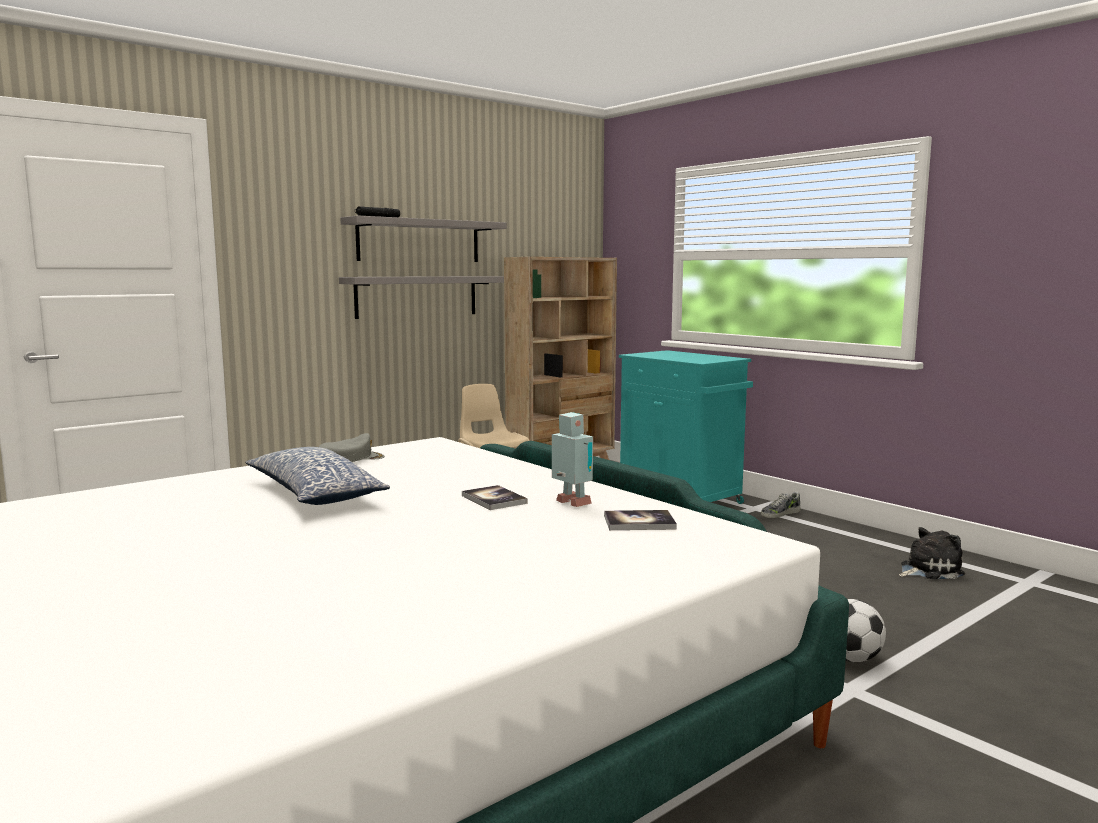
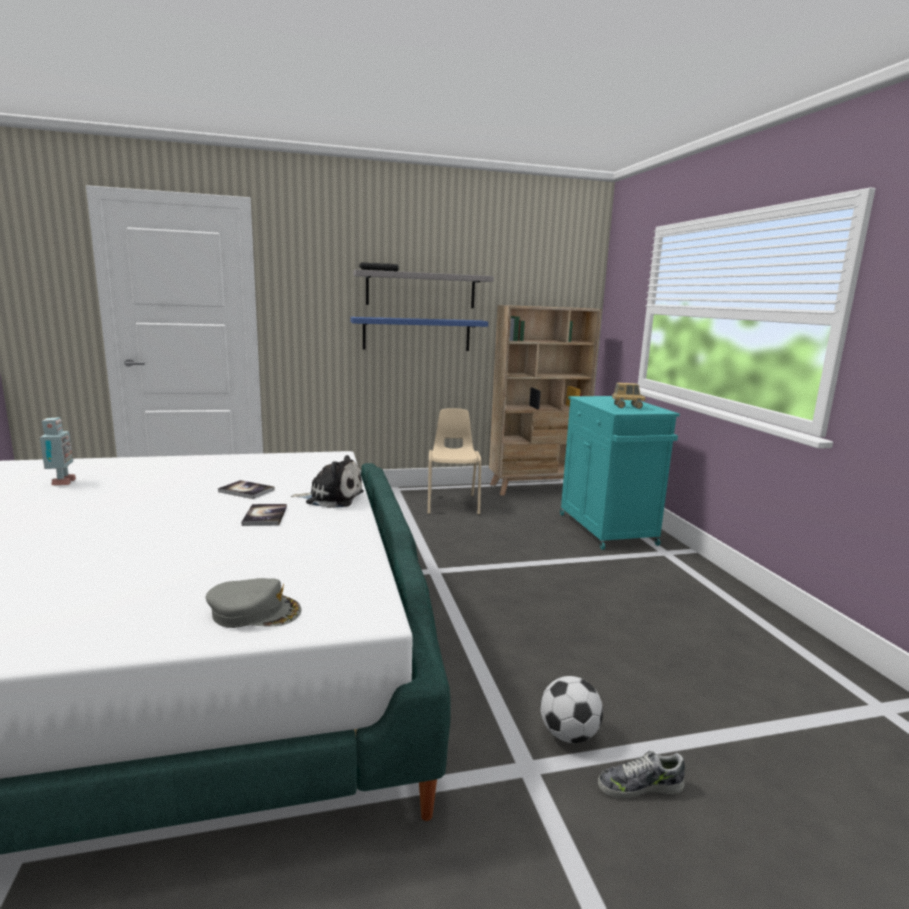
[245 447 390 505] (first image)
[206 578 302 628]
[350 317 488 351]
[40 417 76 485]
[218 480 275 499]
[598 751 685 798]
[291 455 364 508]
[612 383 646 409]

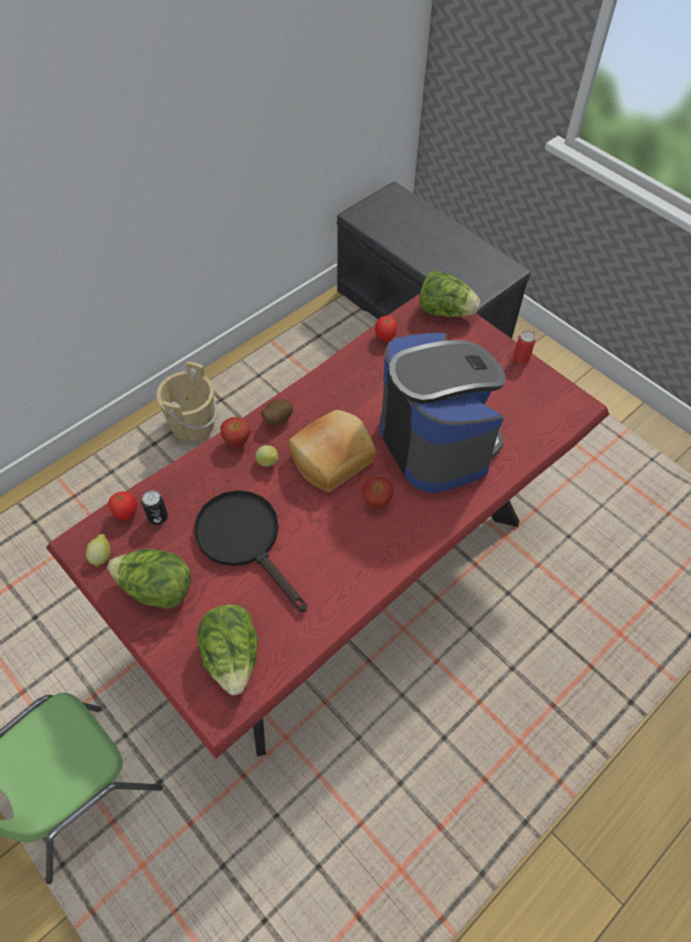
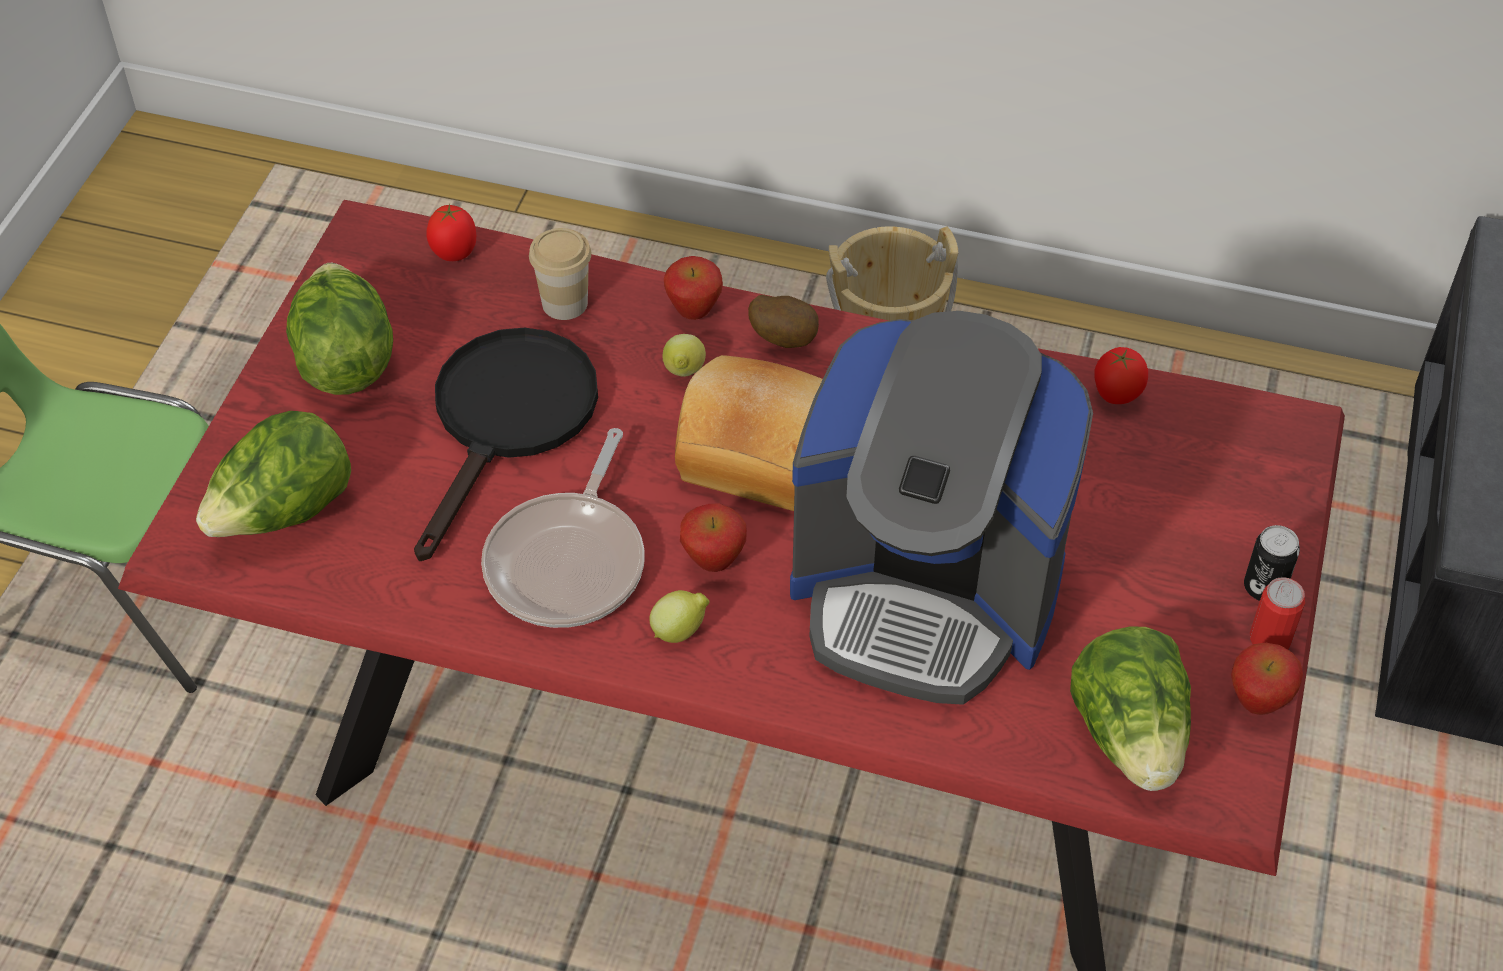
[649 590 710 643]
[1244 525 1300 601]
[790 311 1093 705]
[1070 627 1191 791]
[481 428 645 628]
[529 228 591 320]
[1231 643 1303 715]

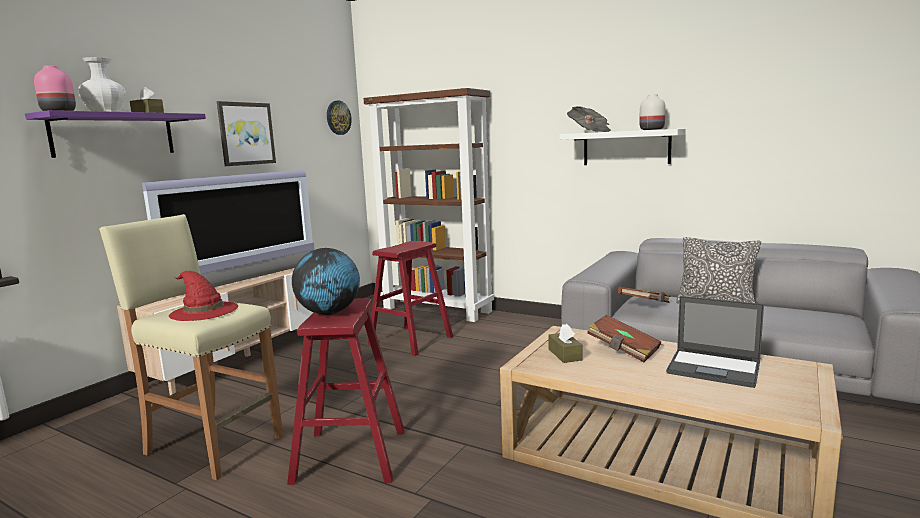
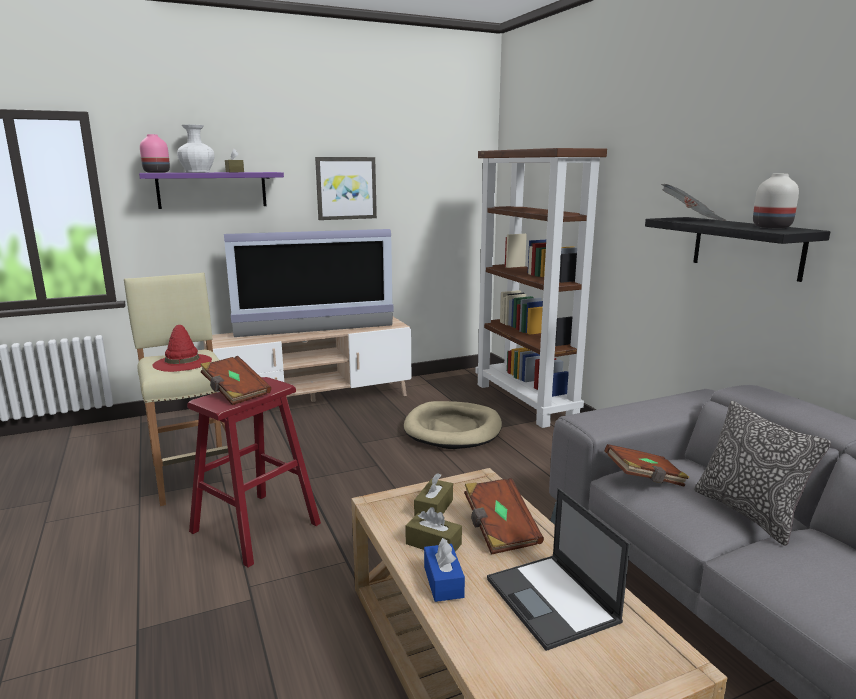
[200 356 271 405]
[327 101 352 135] (first image)
[404 401 502 449]
[645 217 830 282]
[405 507 462 552]
[424 538 465 602]

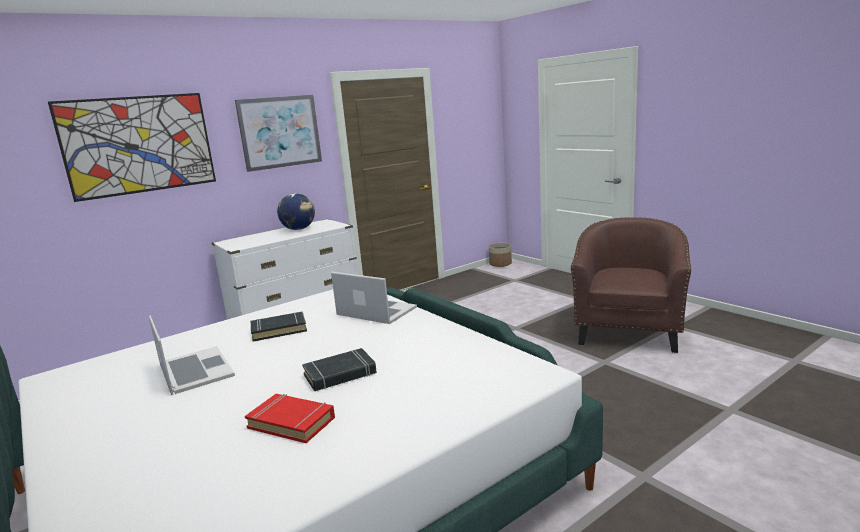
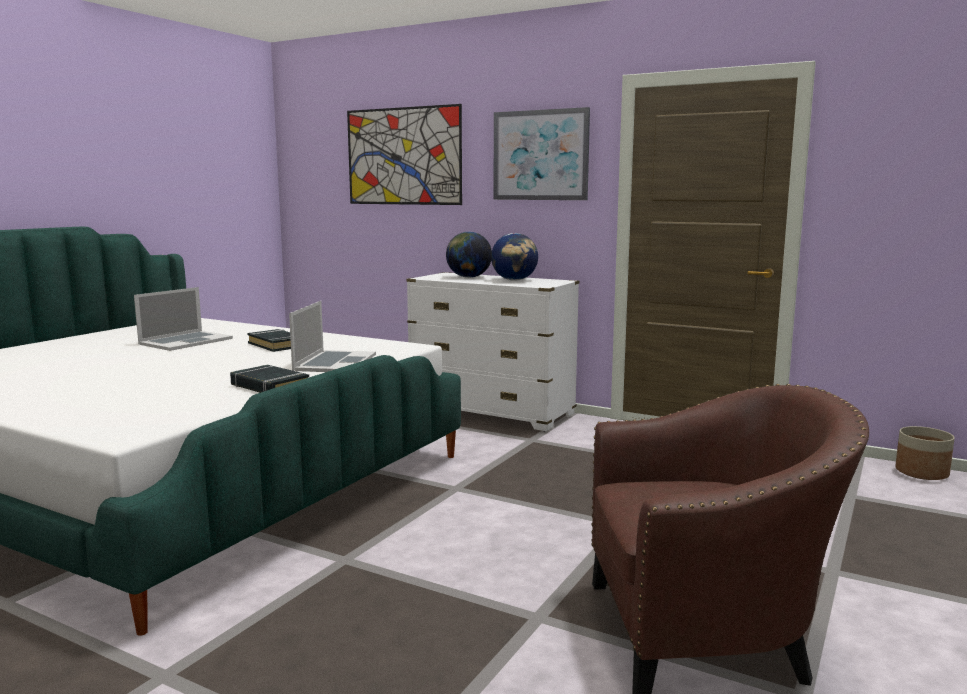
[245 394 335 443] (first image)
[230 365 309 393]
[446 232 492 278]

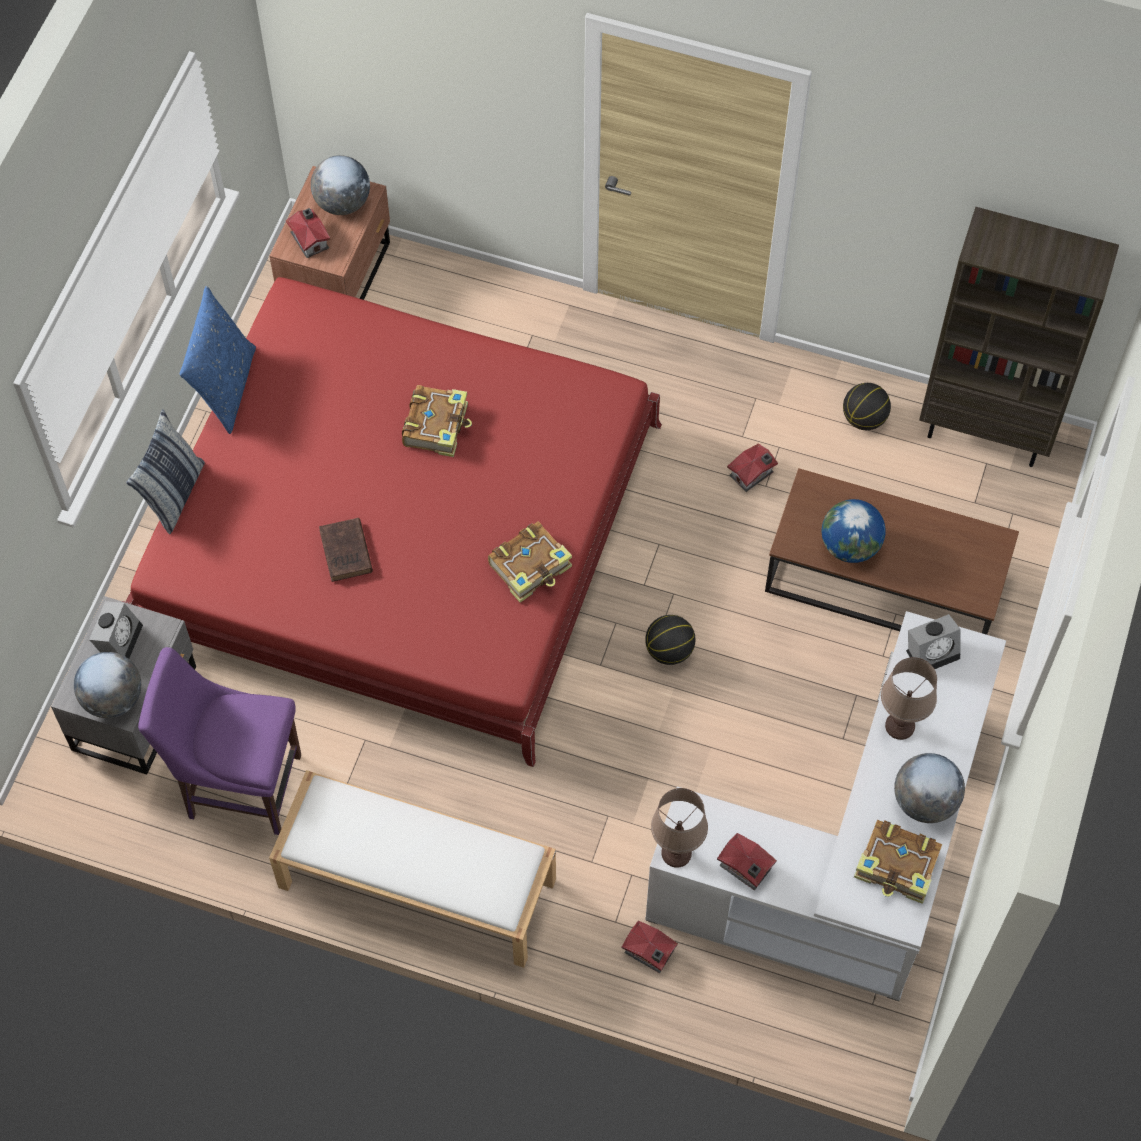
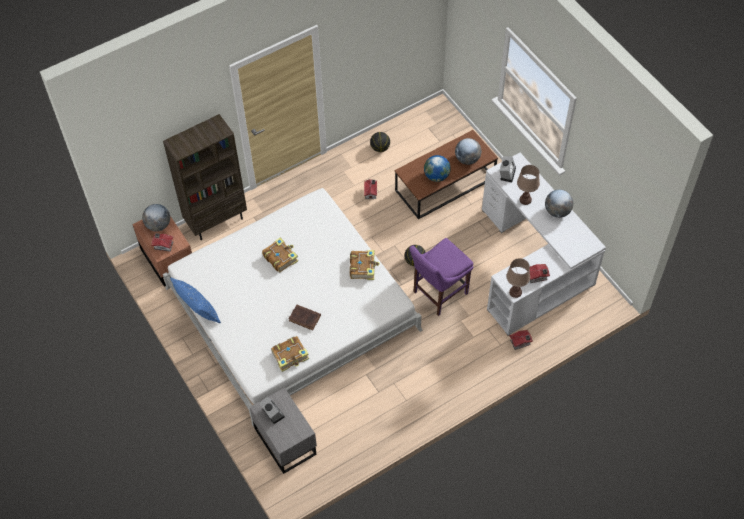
[455 138 481 165]
[163 188 423 427]
[126 409 205 534] (first image)
[409 238 473 316]
[269 770 556 968] (first image)
[271 336 309 372]
[163 114 247 240]

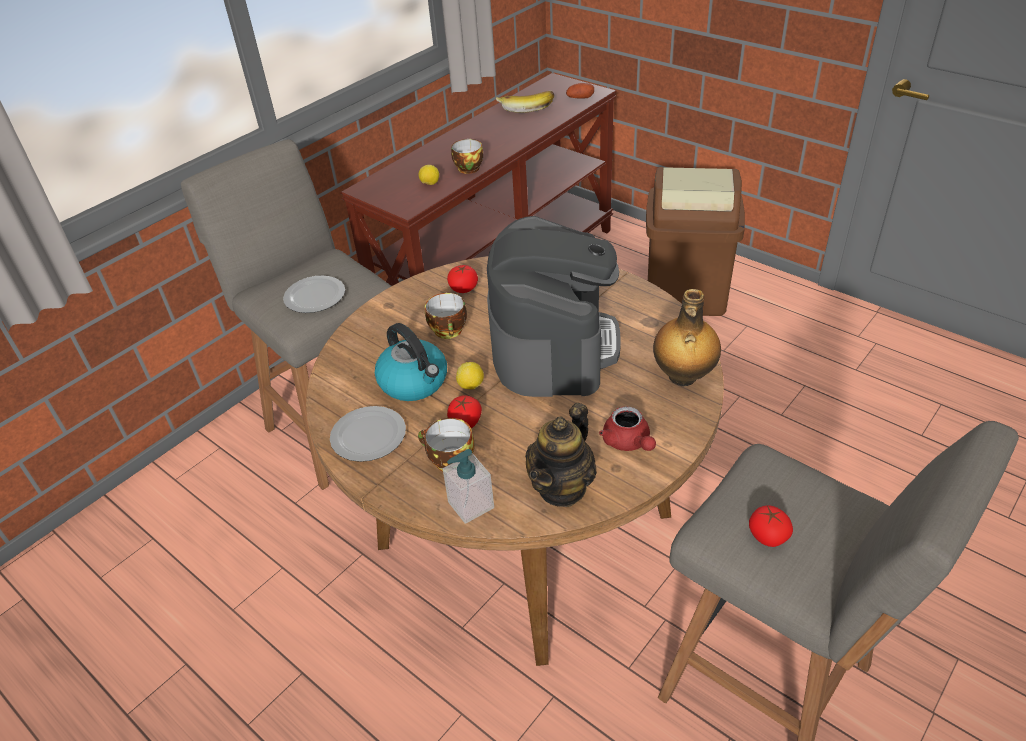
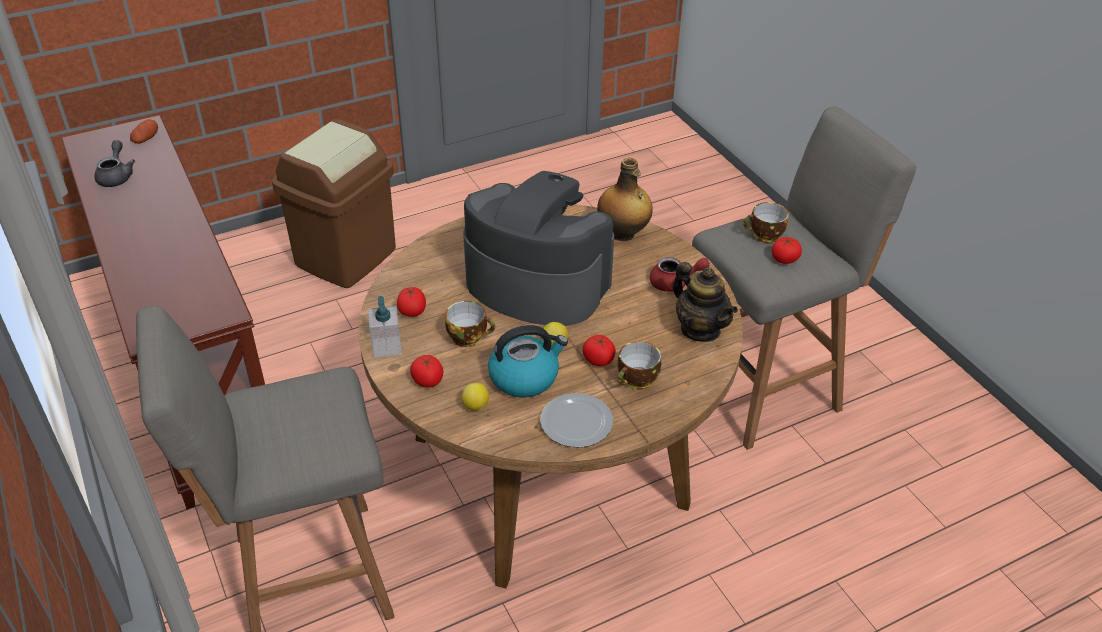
[283 275 345 313] (first image)
[461 383 489 411]
[368 296 402 358]
[743 202 789 243]
[94 140 135 187]
[410 355 443 388]

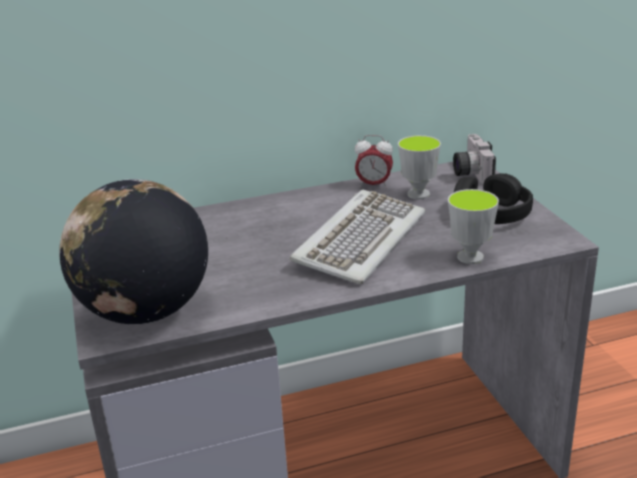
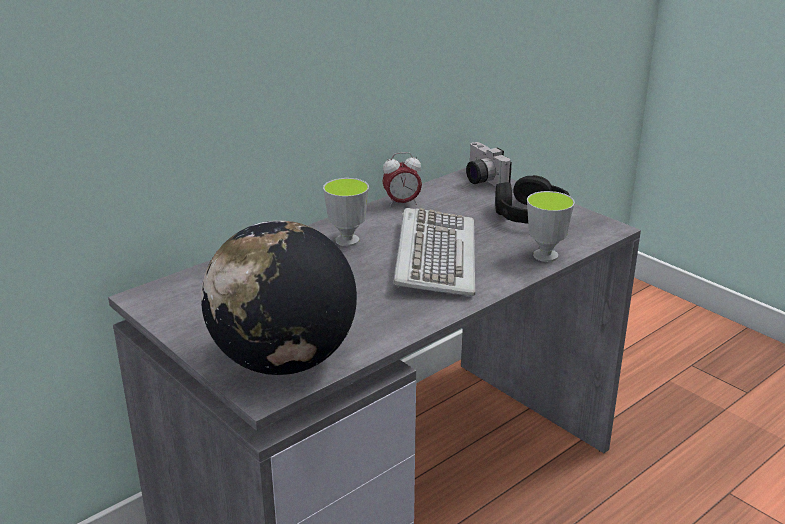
[323 178 369 246]

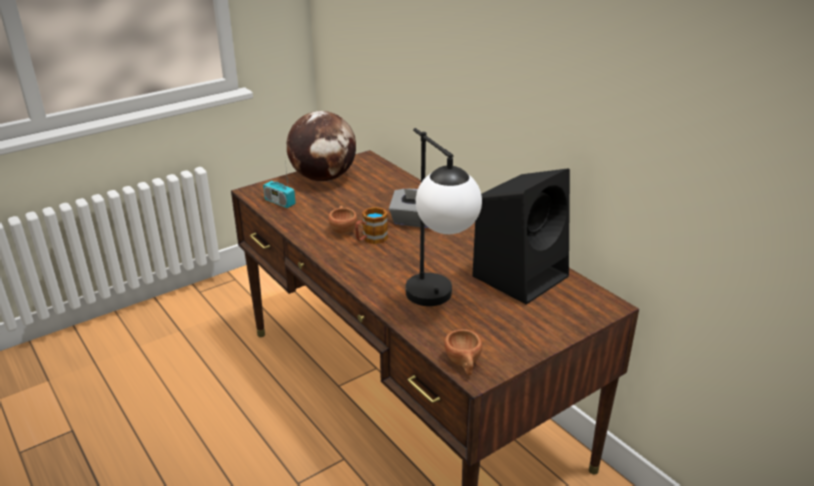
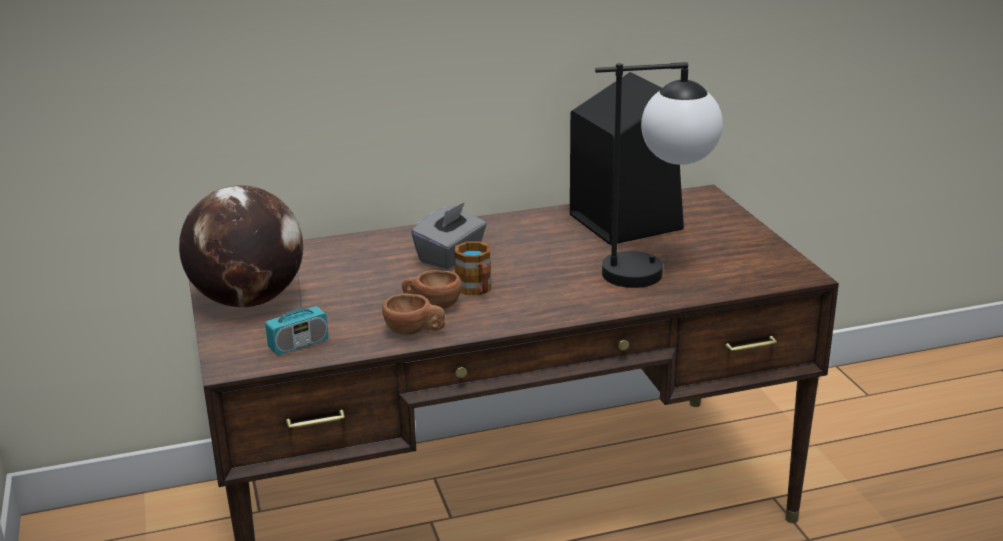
[382 294 445 335]

